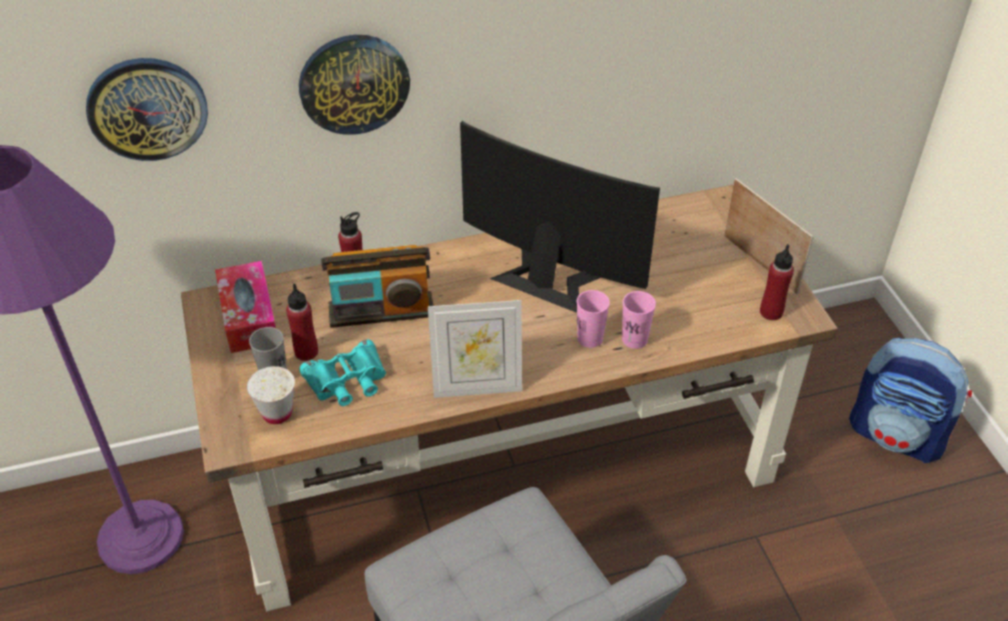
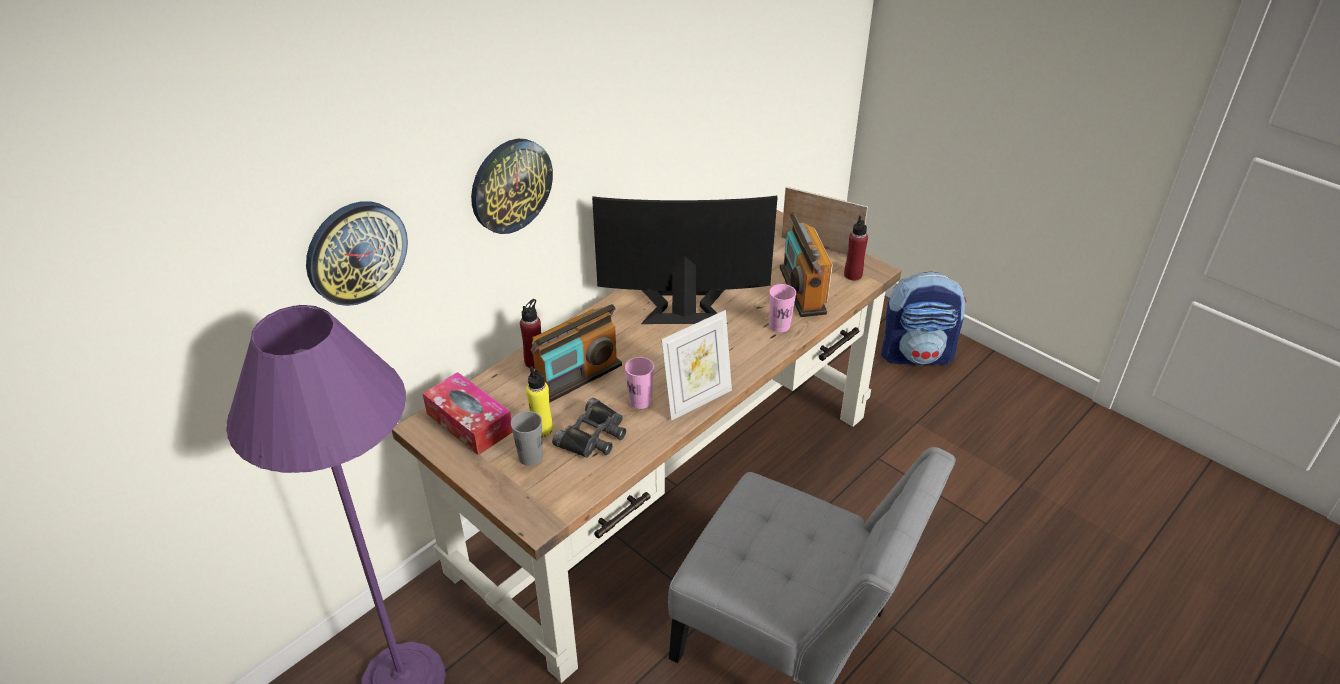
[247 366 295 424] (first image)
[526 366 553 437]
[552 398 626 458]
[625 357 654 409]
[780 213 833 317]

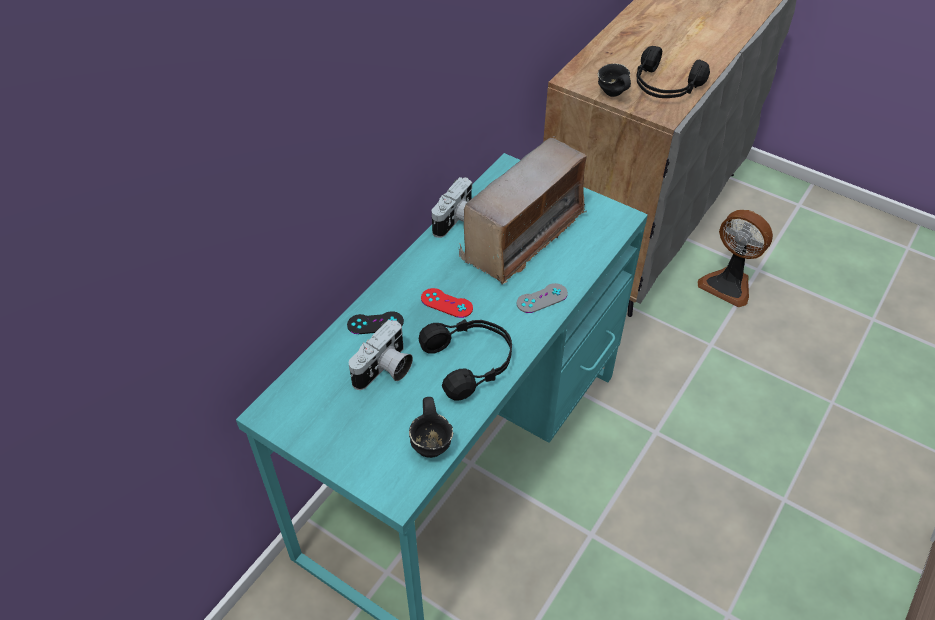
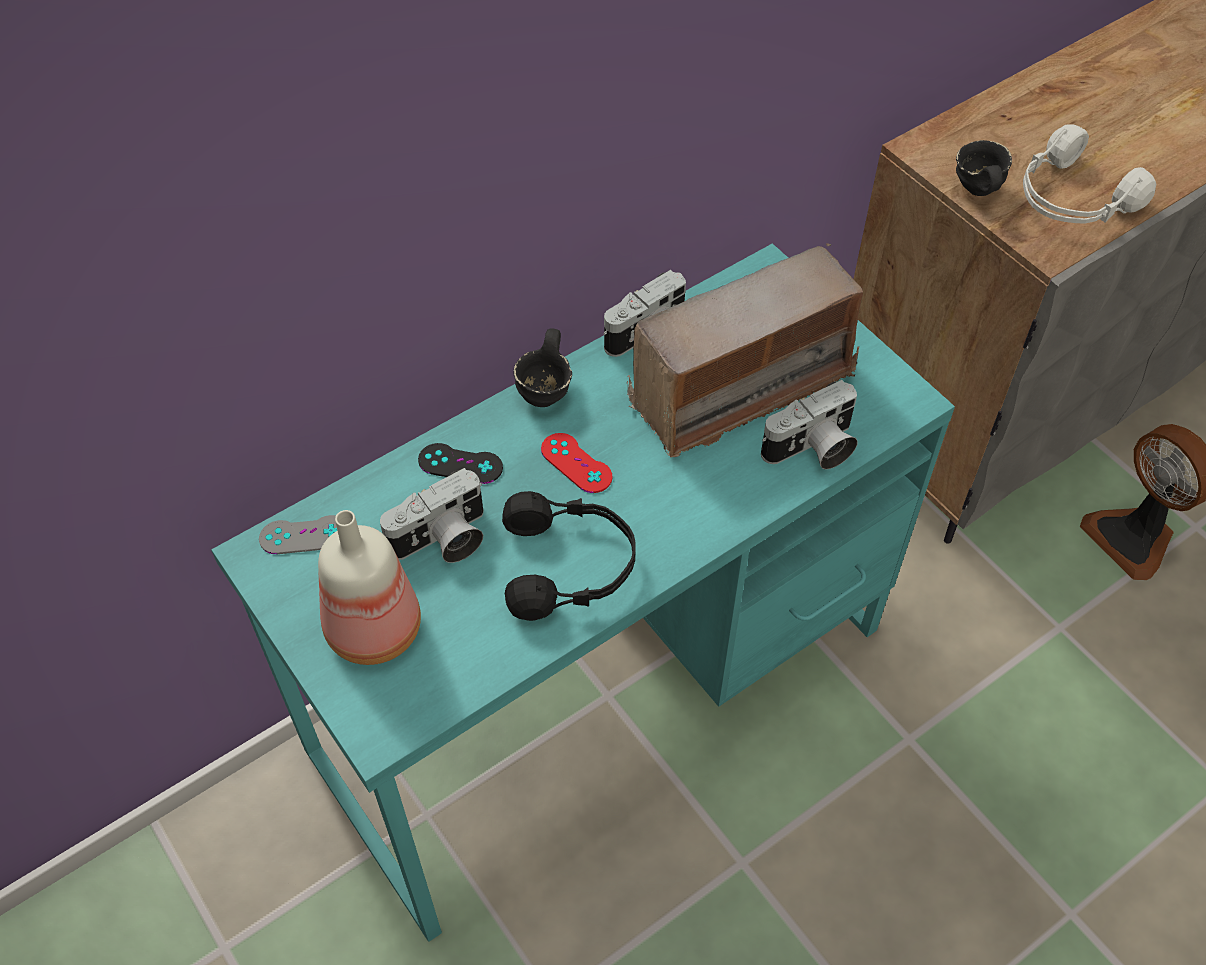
[513 329 572 407]
[259 515 337 554]
[1023 124 1156 224]
[318 510 421 665]
[761 380 858 469]

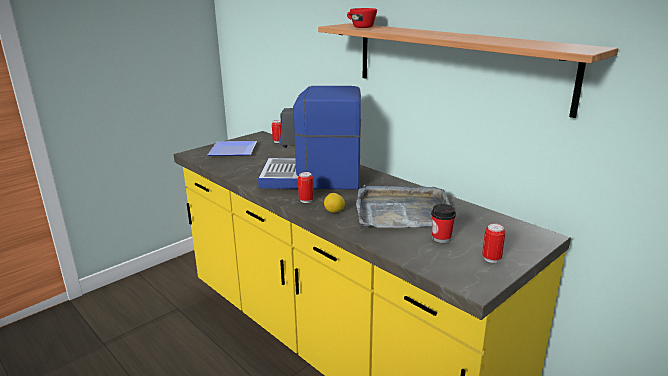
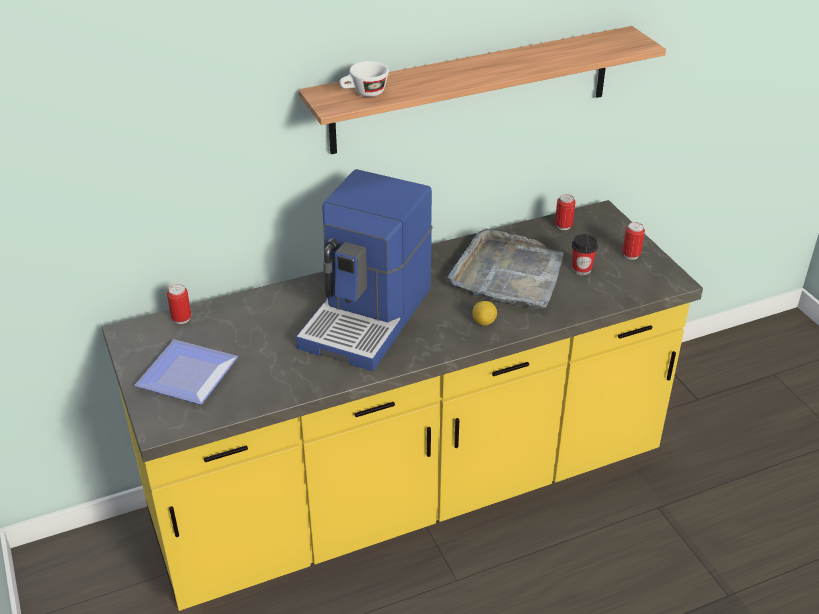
[555 194 575 230]
[339 61 389 97]

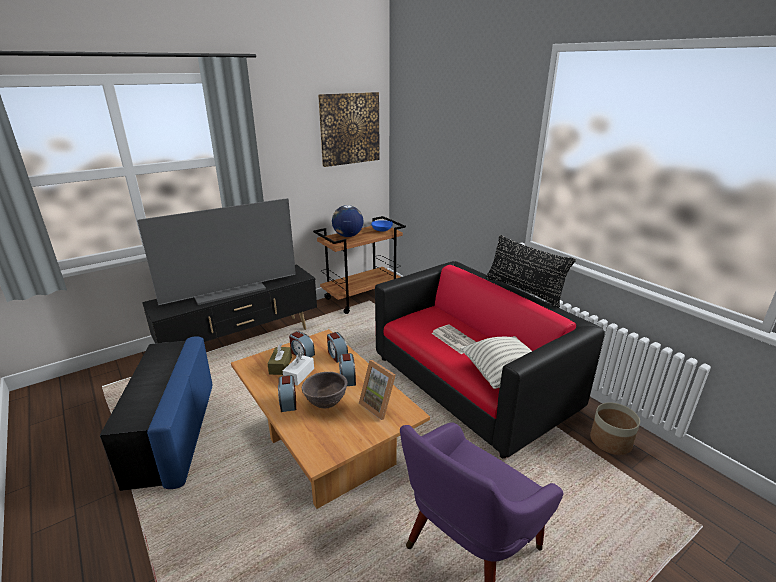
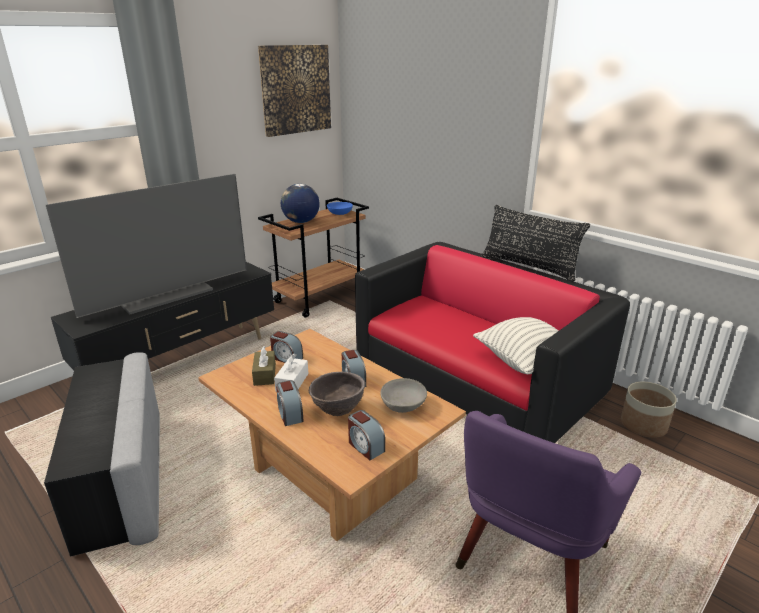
[44 352 160 557]
[348 410 385 460]
[380 378 427 413]
[432 325 476 355] (first image)

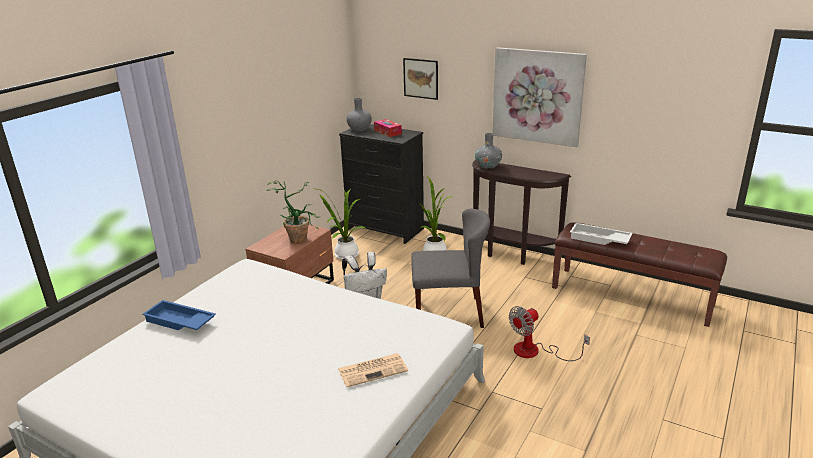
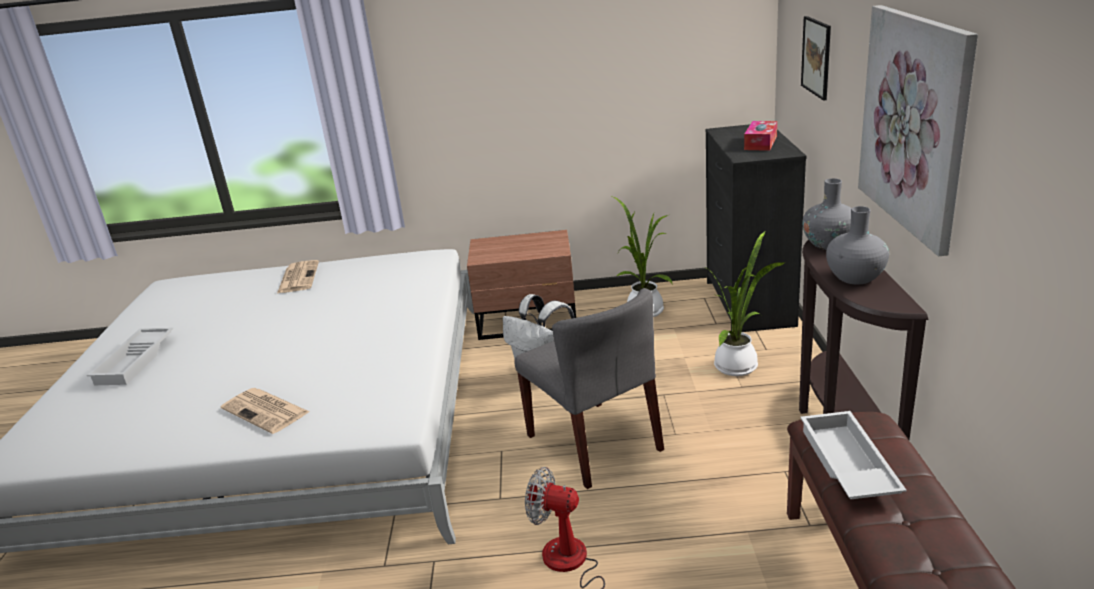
[277 260 319 293]
[266 180 320 243] (first image)
[826 206 889 285]
[87 327 173 385]

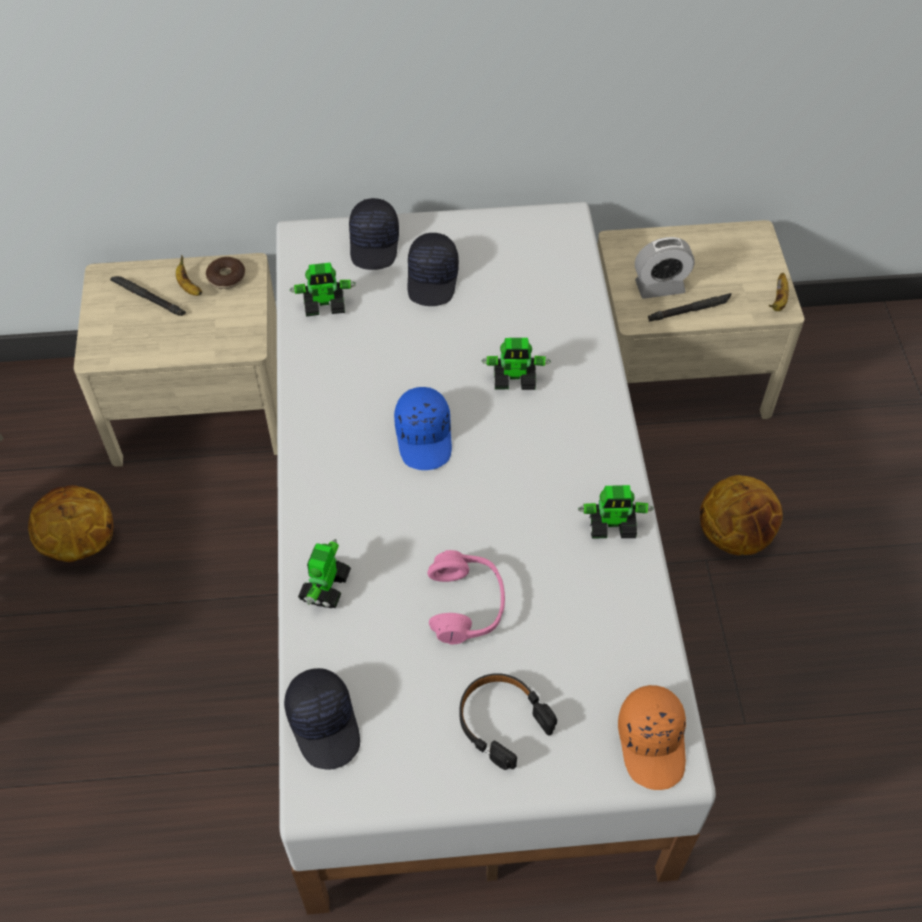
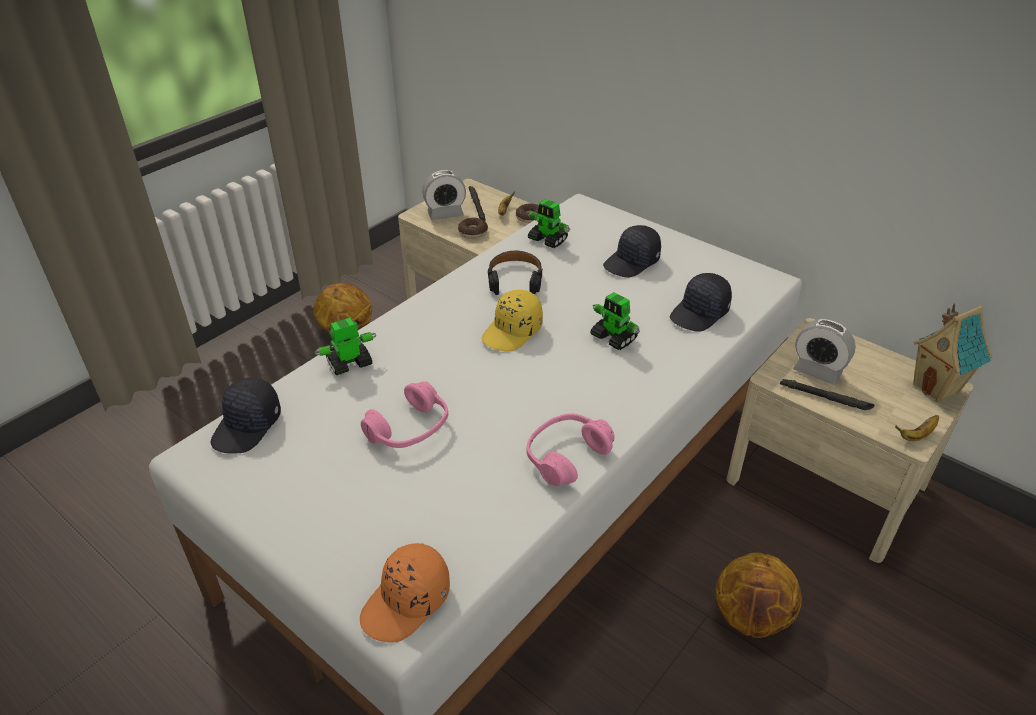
[670 273 732 332]
[482 290 543 352]
[488 251 543 295]
[526 413 614 486]
[422 170 466 220]
[458 218 488 239]
[913 303 992 402]

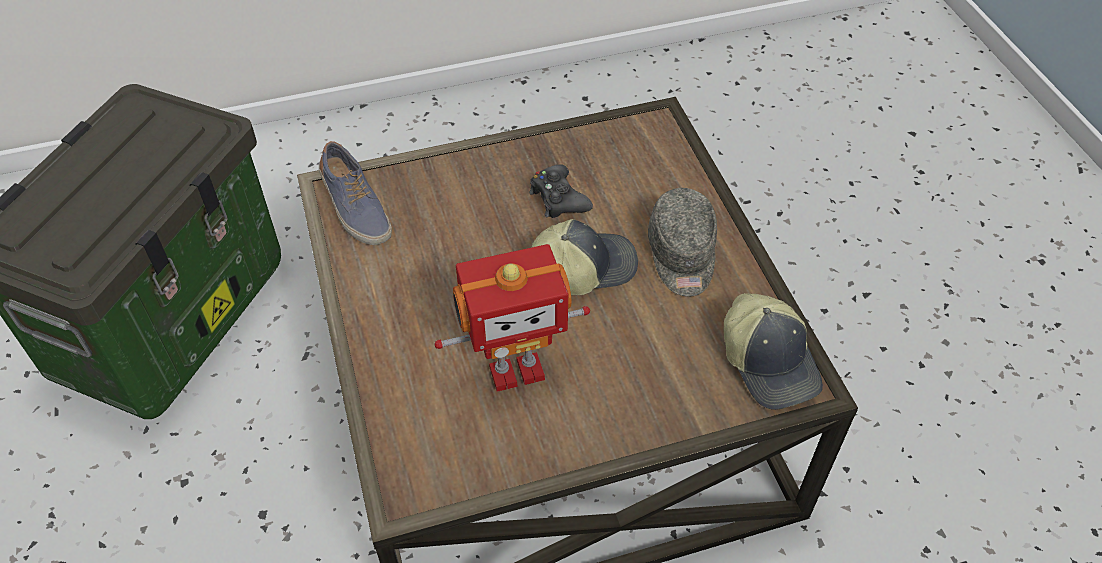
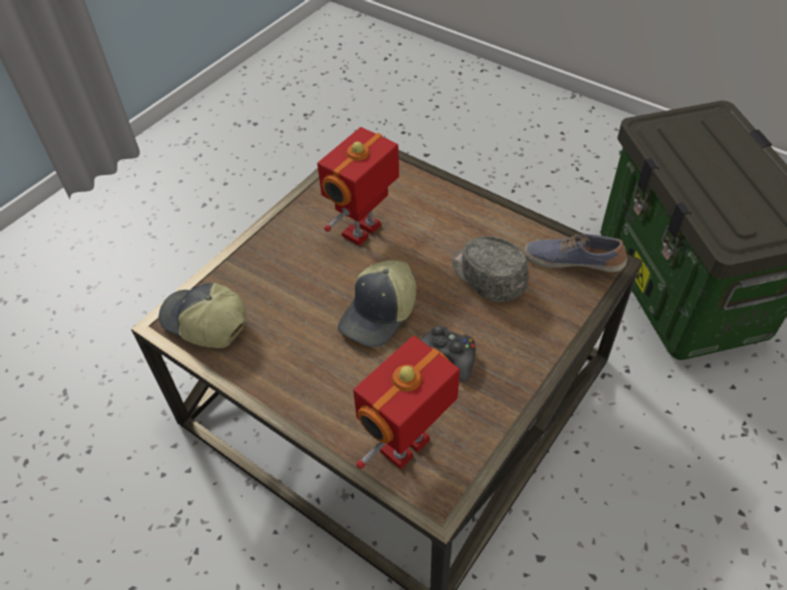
[452 236 529 302]
[353 336 460 469]

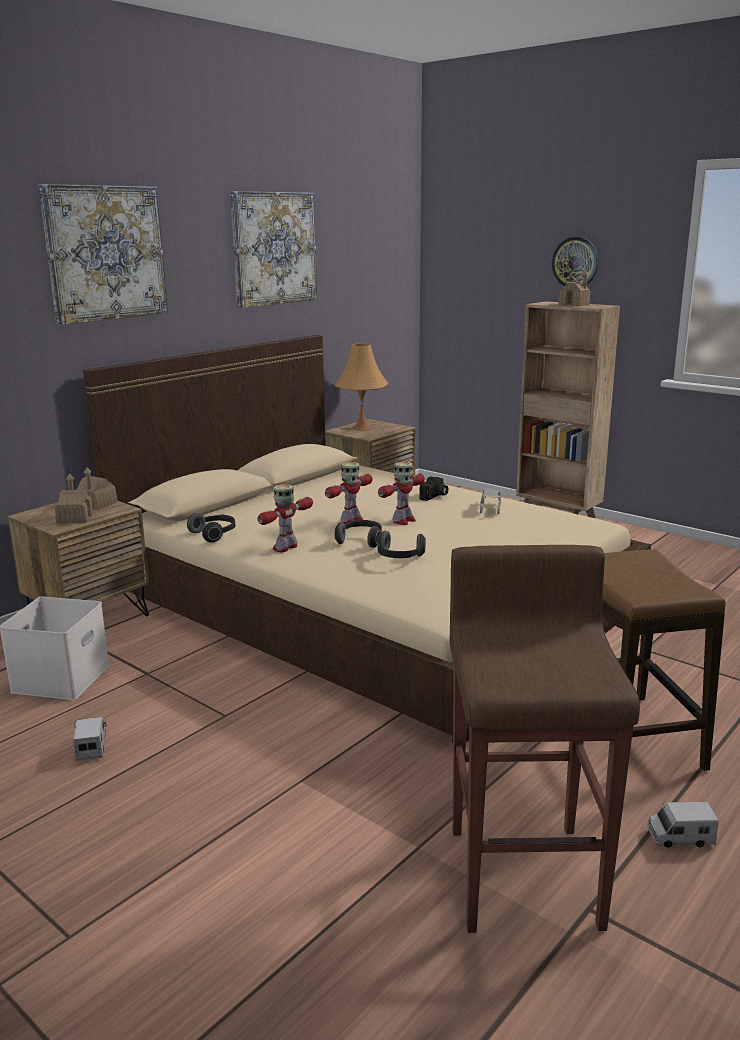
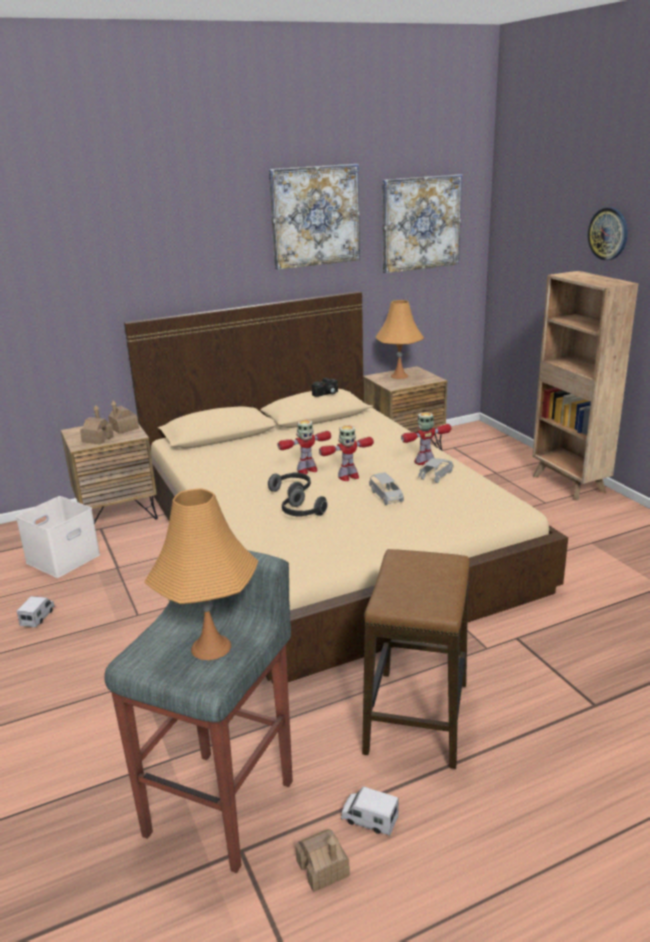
[383 174 462 273]
[187 513 235 543] (first image)
[401 412 451 465]
[312 378 338 397]
[104 550 293 873]
[295 829 350 892]
[144 488 258 660]
[369 472 404 505]

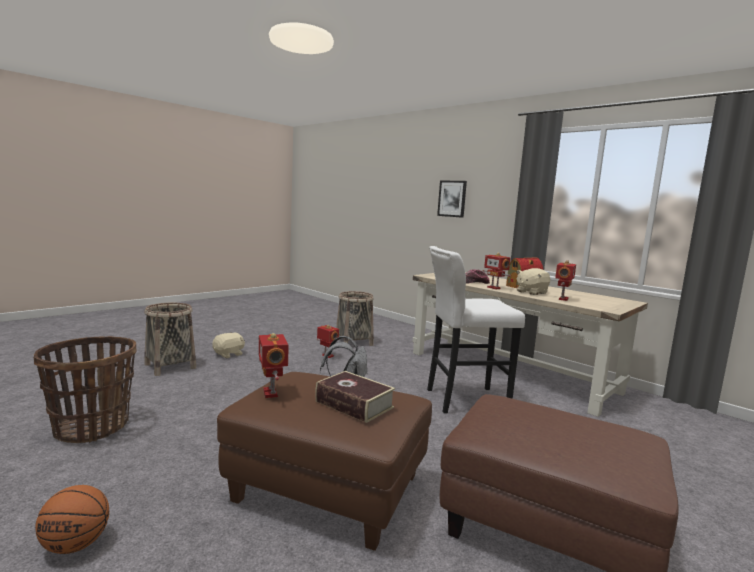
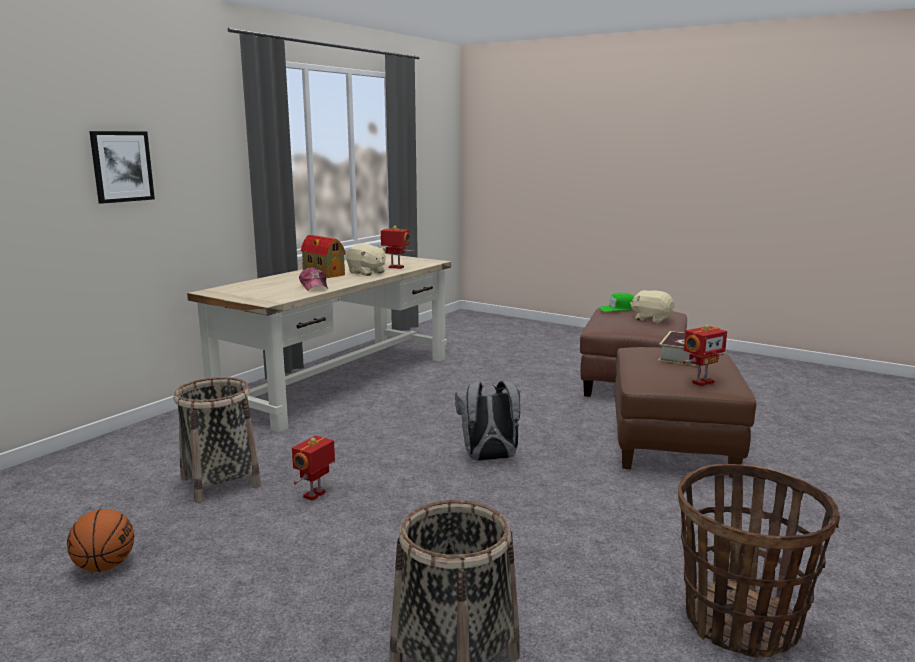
[67 509 134 572]
[630 290 674 323]
[427 246 525 414] (first image)
[483 253 511 289] (first image)
[599 293 634 312]

